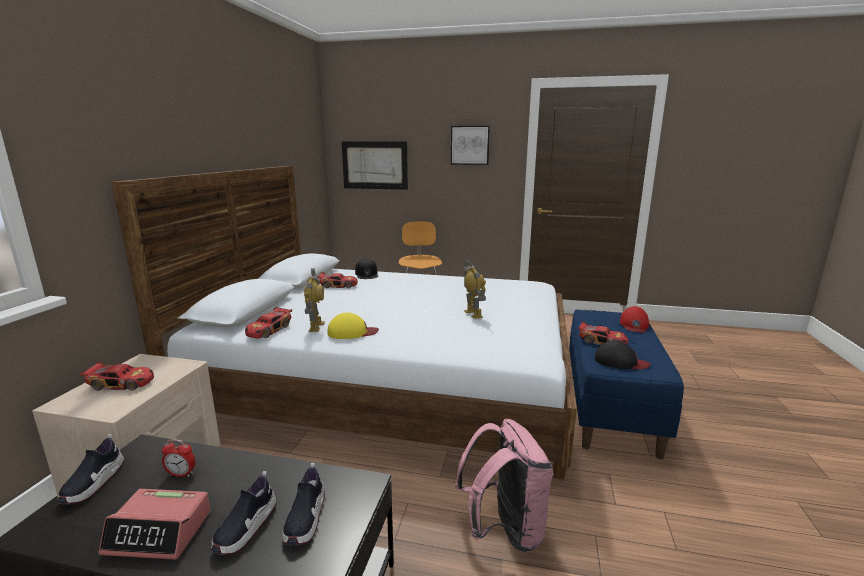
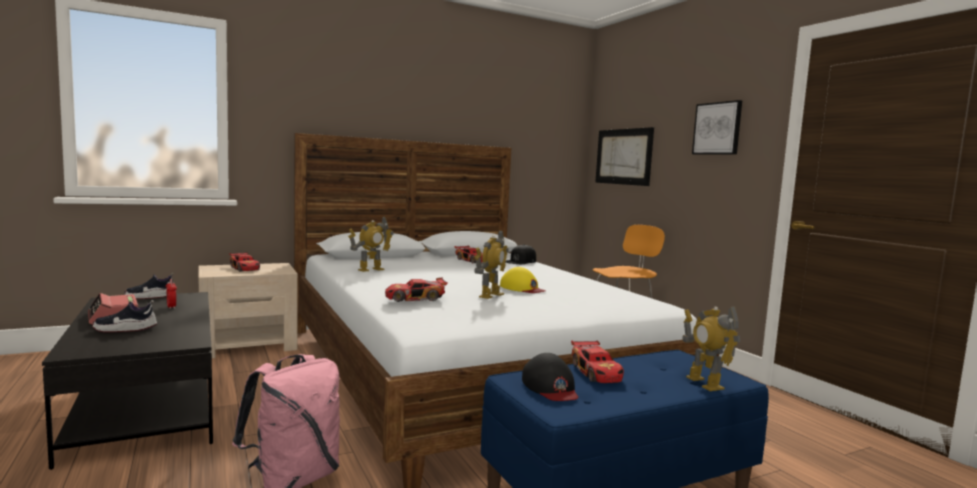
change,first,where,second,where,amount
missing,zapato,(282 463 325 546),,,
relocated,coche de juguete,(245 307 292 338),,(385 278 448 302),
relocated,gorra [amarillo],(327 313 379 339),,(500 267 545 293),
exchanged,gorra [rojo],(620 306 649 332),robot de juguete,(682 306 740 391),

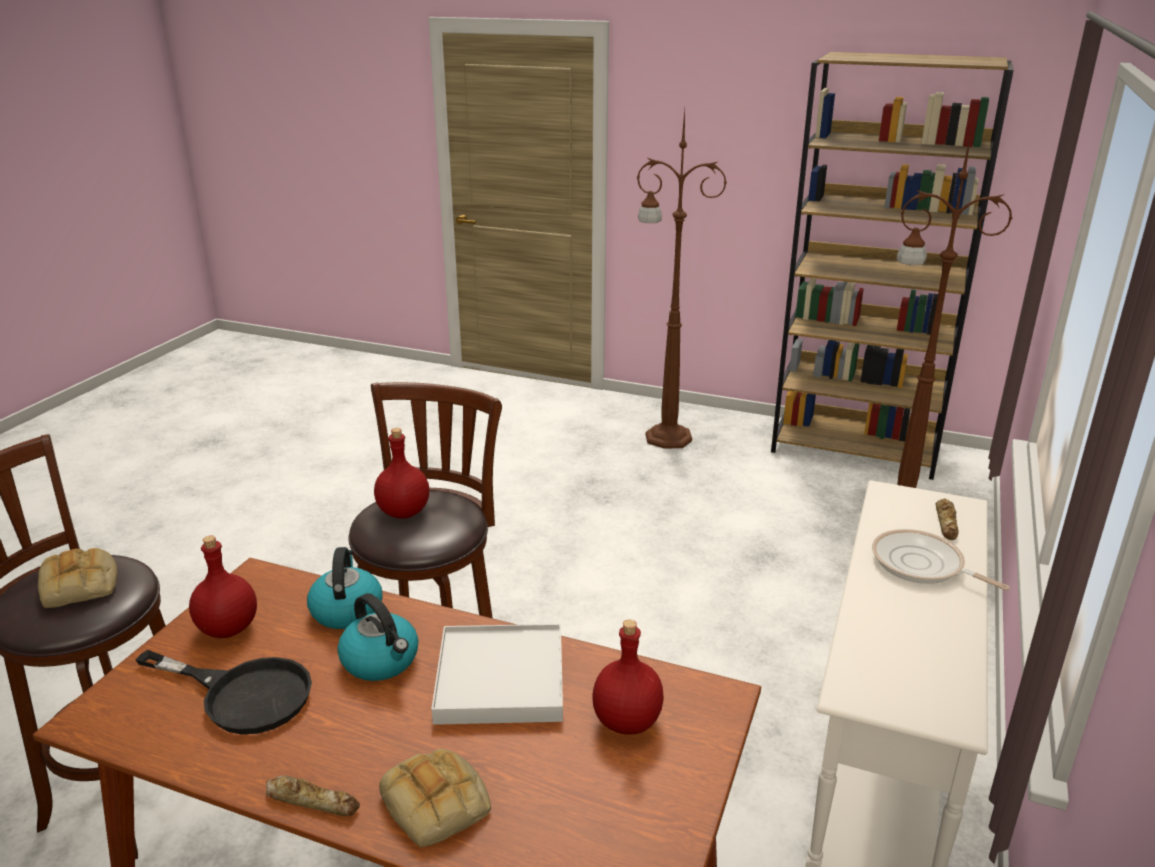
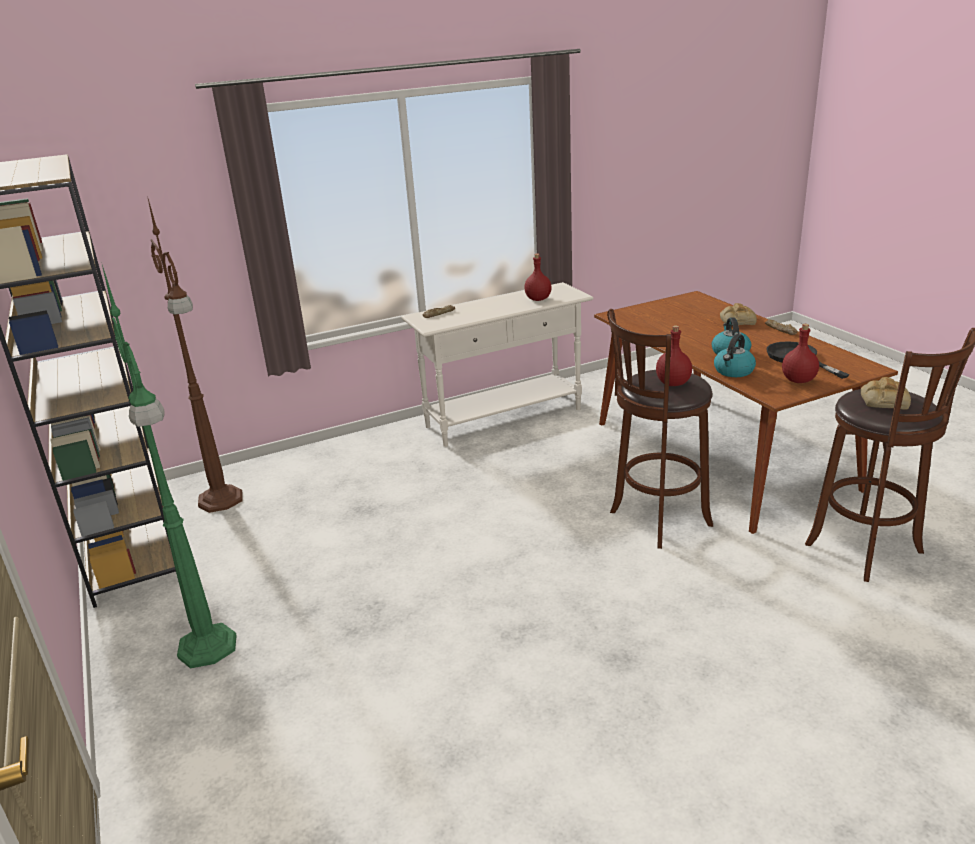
change,first,where,second,where,amount
missing,bandeja [blanco],(431 624 563 725),,,
missing,sartén,(872 529 1010 590),,,
relocated,botella [rojo],(592 620 664 735),,(524 254 552 301),
colour,lámpara de pie [marrón],(637 110 727 449),lámpara de pie [verde],(102 265 237 668),

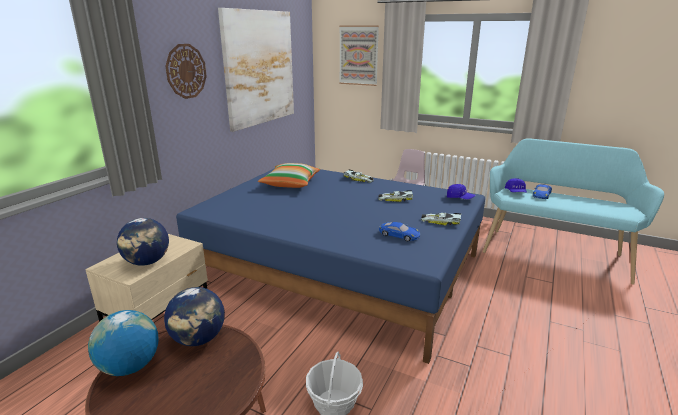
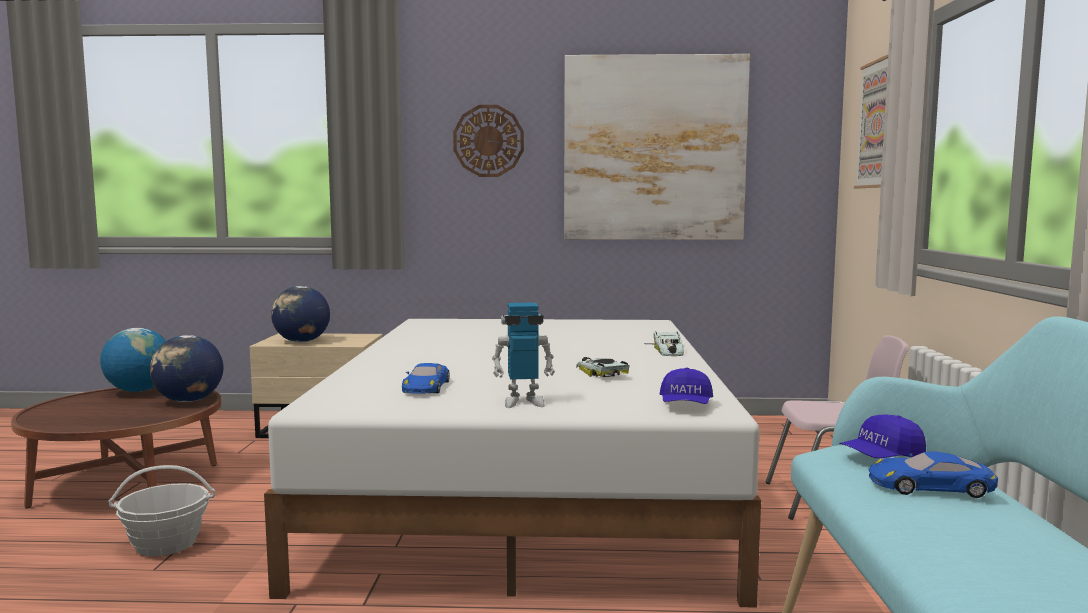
change,first,where,second,where,amount
missing,cojín,(258 163 320 188),,,
exchanged,coche de juguete,(421 213 461 226),robot de juguete,(492 303 555 408),
colour,cama [azul],(176 168 485 364),cama [blanco],(264 319 761 608),

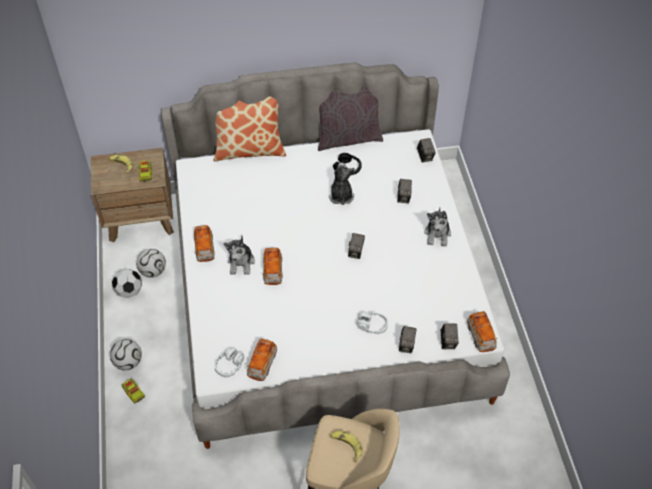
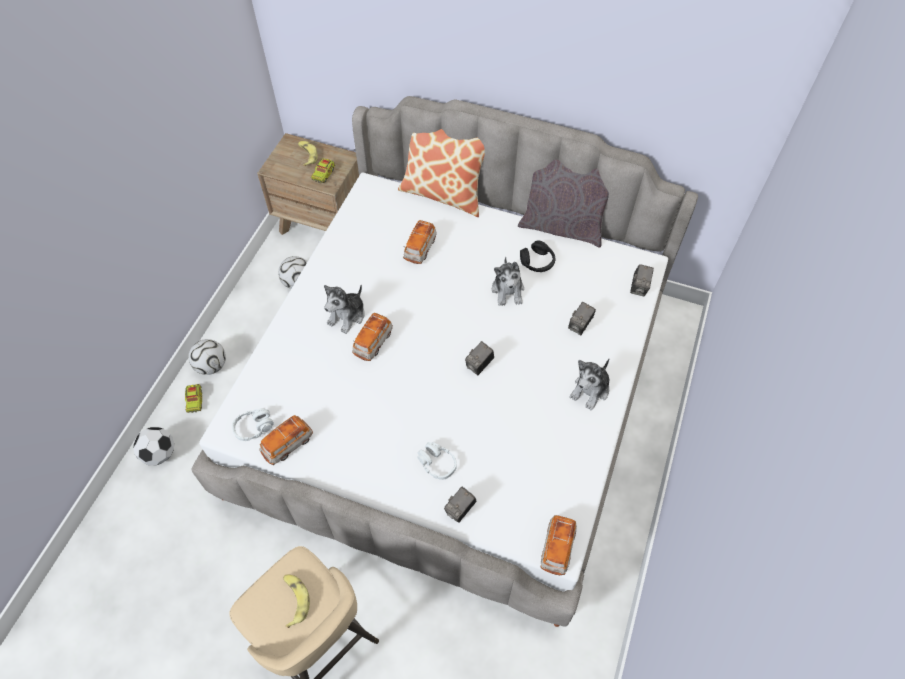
change,first,where,second,where,amount
missing,cámara,(440 323 459 350),,,
relocated,balón de fútbol,(112 269 142 298),,(133 427 174 465),
relocated,coche de juguete,(194 225 214 262),,(403 220 436 264),
spun,peluche,(329 163 355 205),,(492 257 524 306),150 degrees clockwise

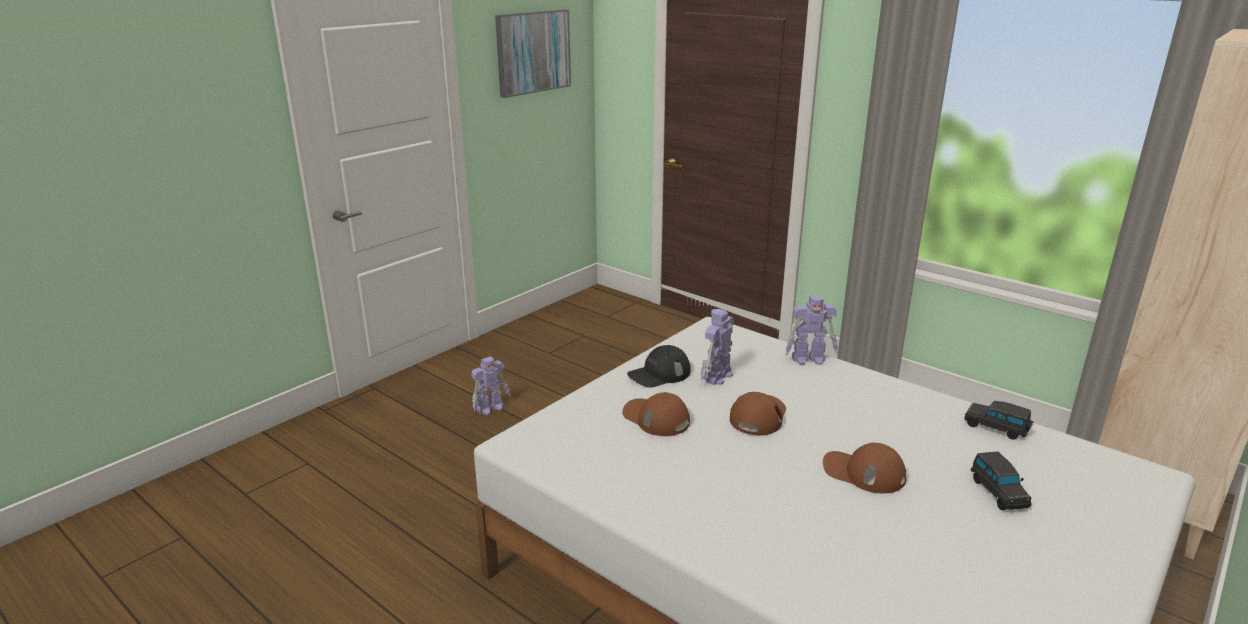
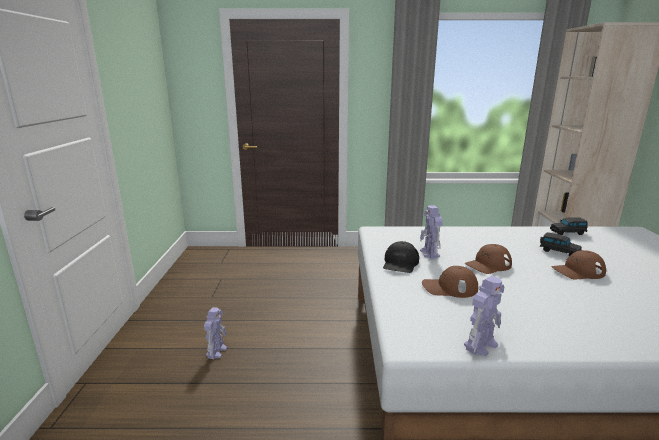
change,first,where,second,where,amount
missing,cuadro,(495 9 571 98),,,
relocated,robot de juguete,(785 296 838 365),,(464 276 505 356),
relocated,coche de juguete [negro],(970 451 1032 510),,(540 232 582 256),
spun,gorra [marrón],(730 392 786 436),,(465 244 512 274),105 degrees counterclockwise

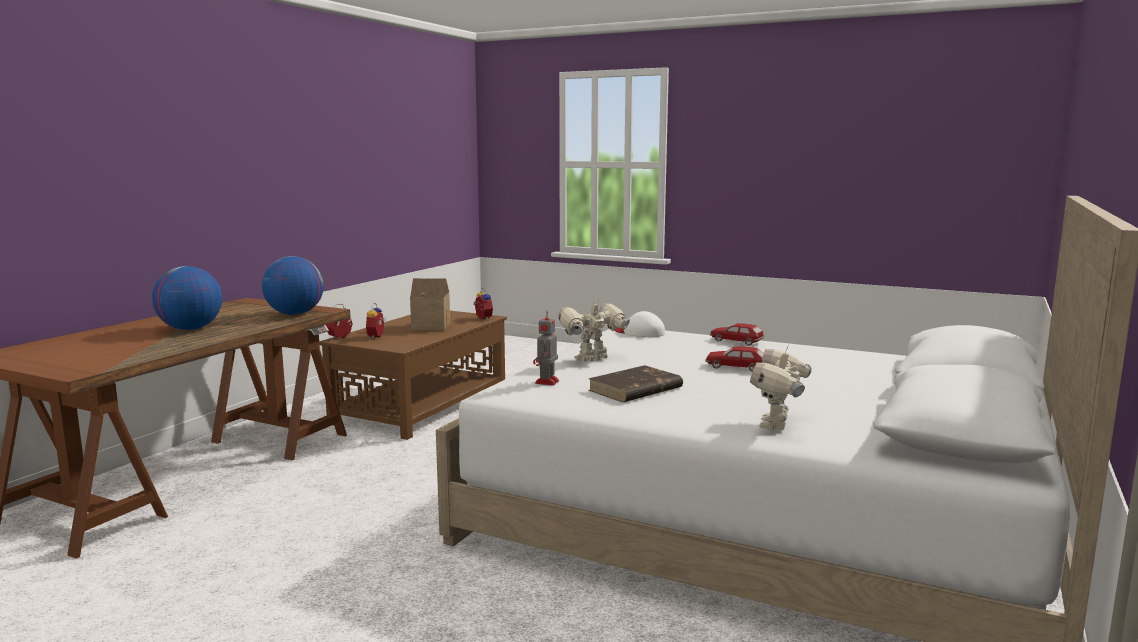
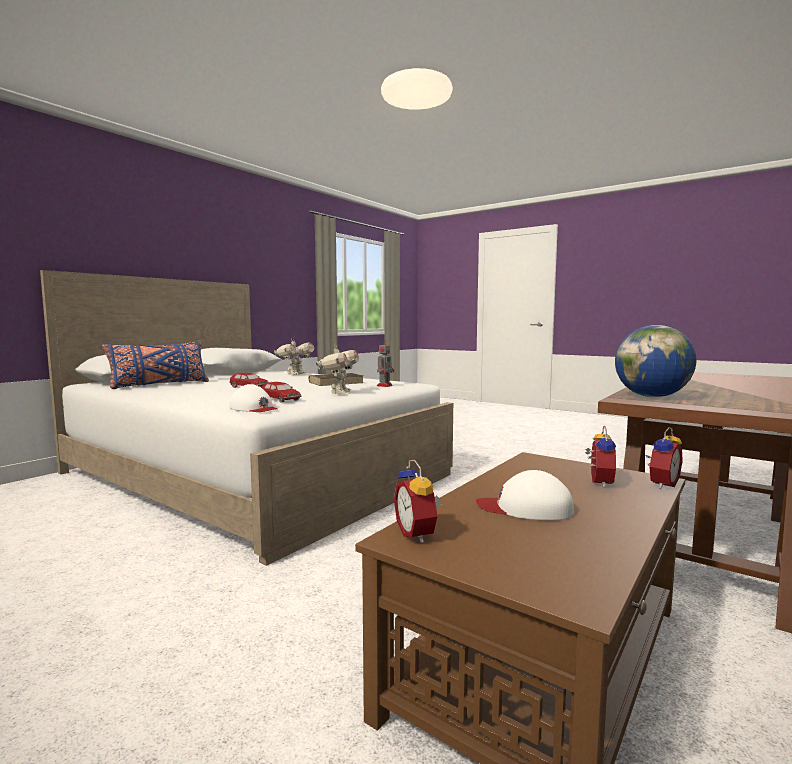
change,first,where,second,where,amount
missing,globo terráqueo,(152 266 222 330),,,
appeared,,,cojín [azul],(102 341 209 389),
relocated,coche de juguete,(709 323 765 346),,(261 382 302 403),
exchanged,casita,(410 278 450 331),gorra [blanco],(476 470 574 521),
spun,robot de juguete,(558 299 630 362),,(316 345 359 394),60 degrees counterclockwise

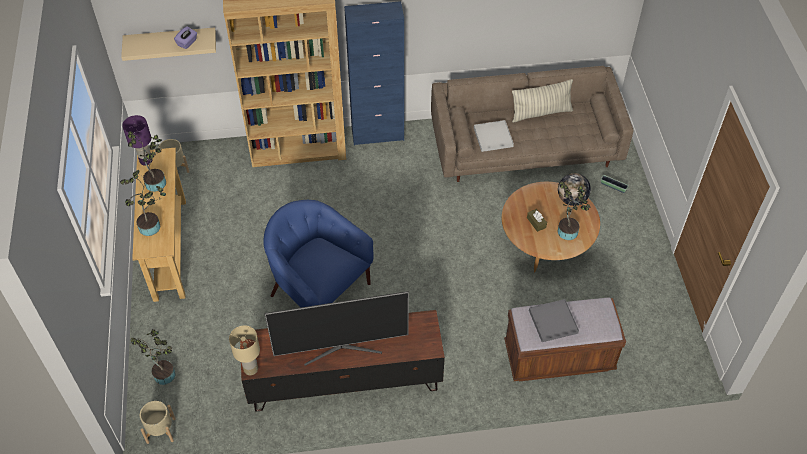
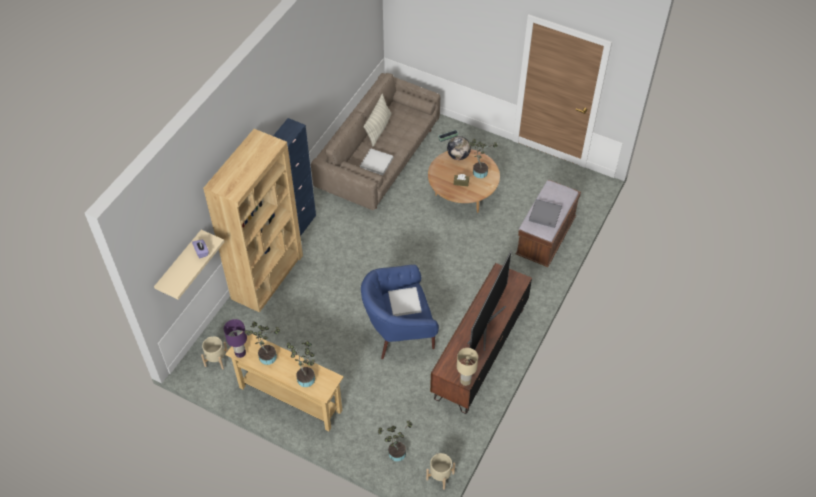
change,first,where,second,where,amount
appeared,,,bandeja [blanco],(388 287 421 316),

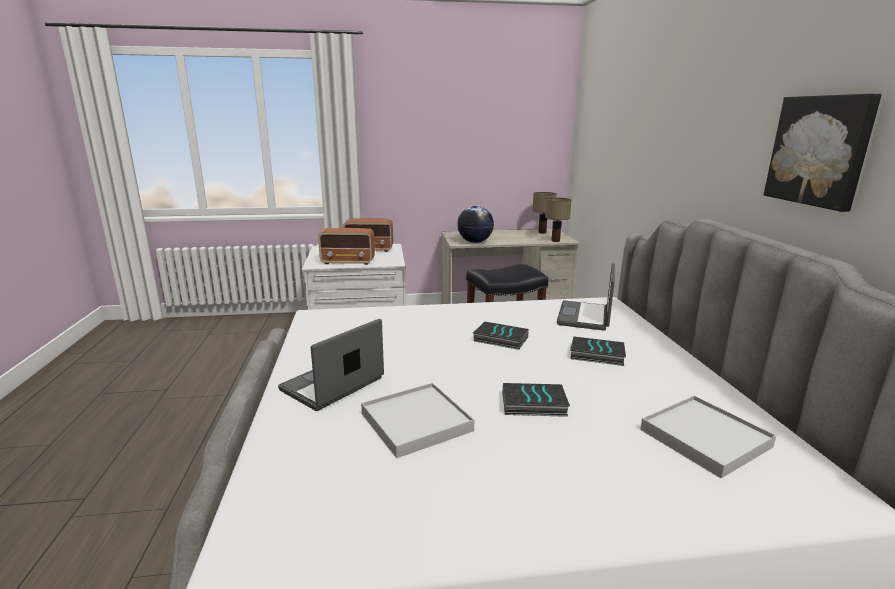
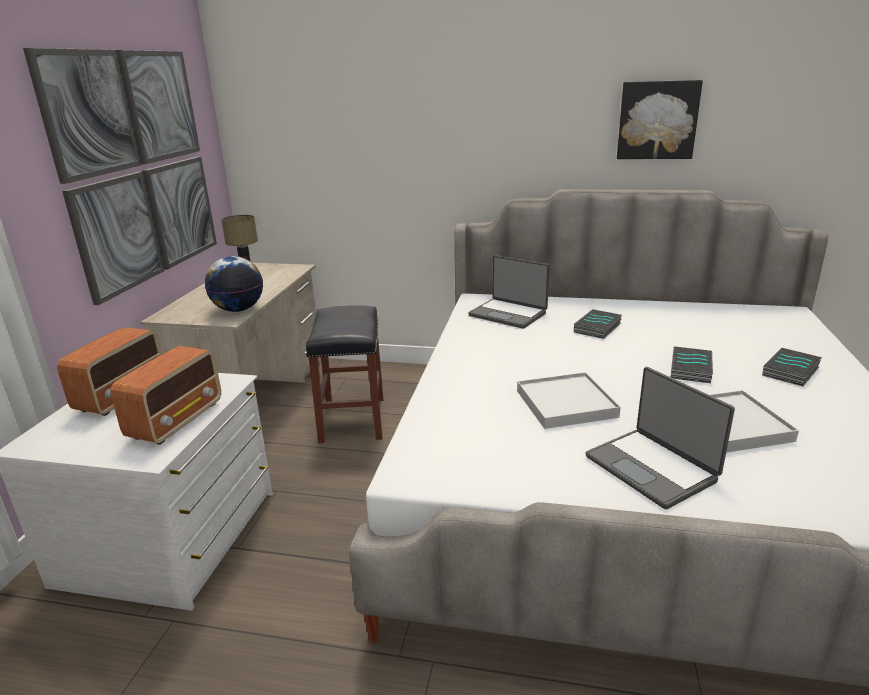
change,first,where,second,where,amount
missing,lámpara de mesa,(545 198 571 242),,,
appeared,,,cuadro,(23 48 217 305),
relocated,libro,(473 322 529 350),,(762 348 822 386),
relocated,bandeja [blanco],(640 395 776 478),,(517 372 621 429),

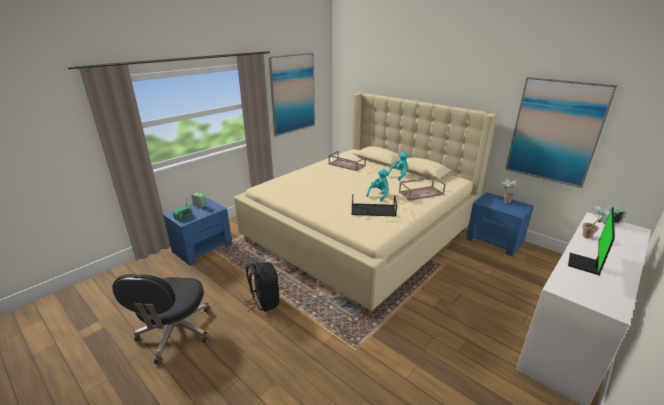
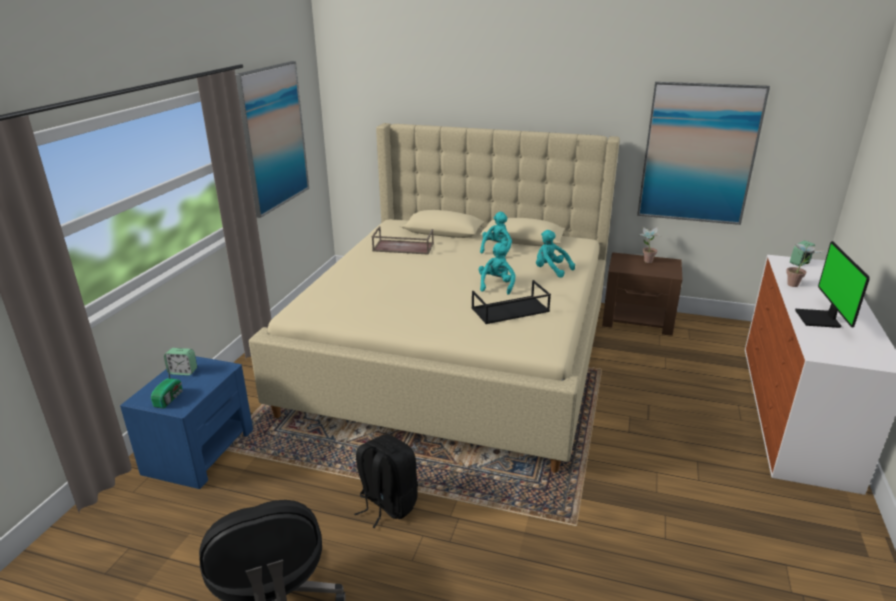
change,first,where,second,where,amount
exchanged,bandeja [marrón],(399 177 445 201),peluche [turquesa],(536 230 575 278),
colour,mesita de noche [azul],(466 192 534 256),mesita de noche [marrón],(602 252 683 336),

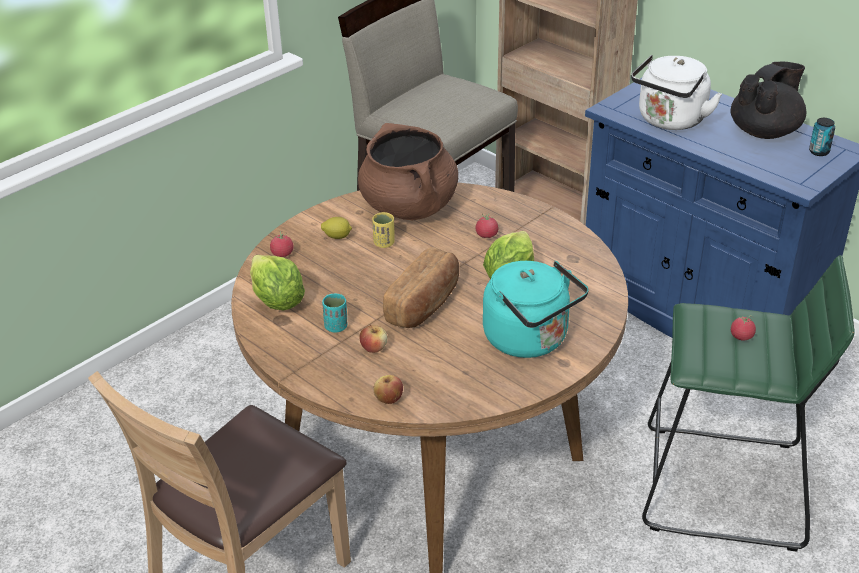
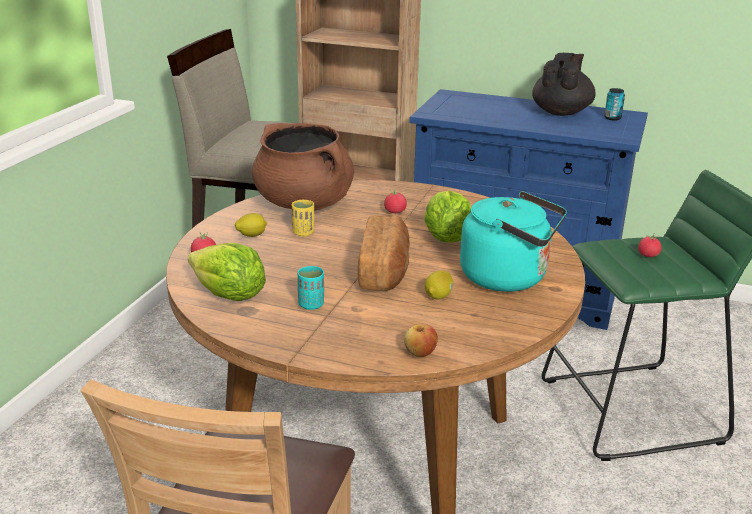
change,first,where,second,where,amount
missing,manzana,(360 325 388 353),,,
missing,hervidor [blanco],(631 55 722 130),,,
appeared,,,limón,(425 270 453 299),

